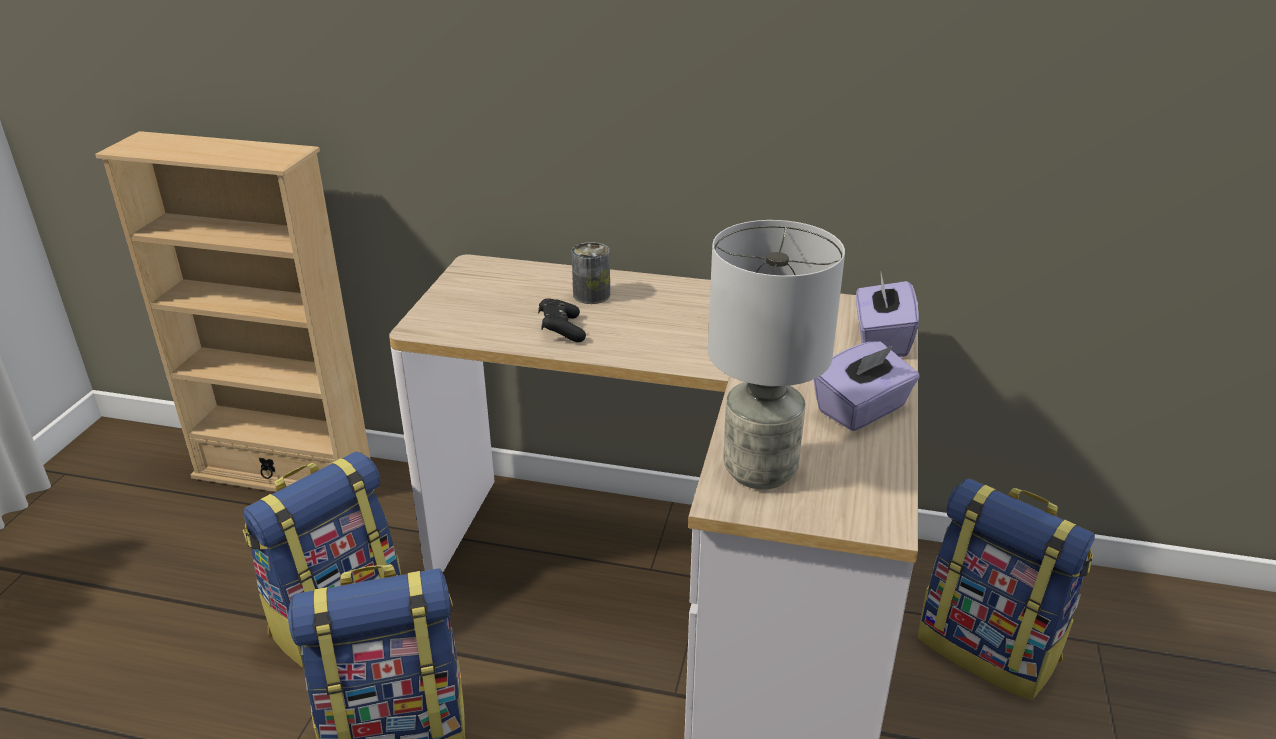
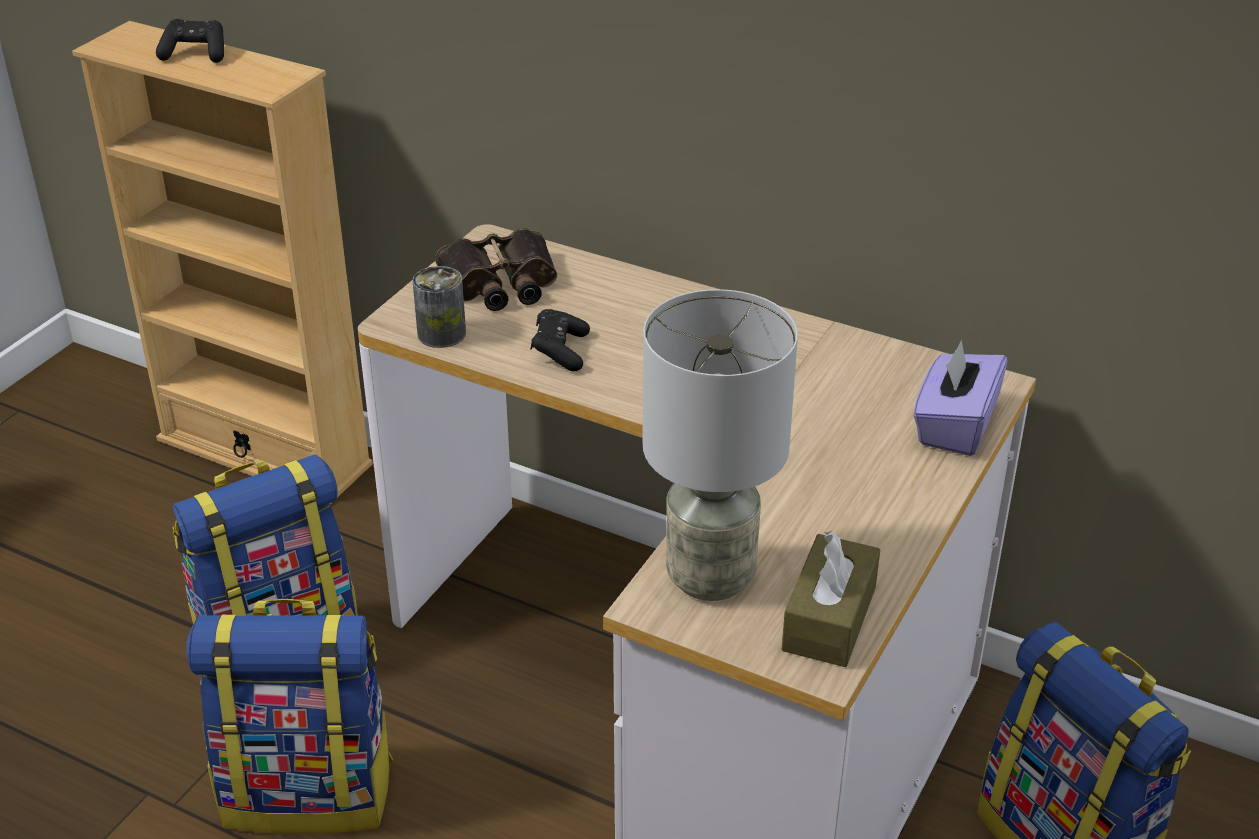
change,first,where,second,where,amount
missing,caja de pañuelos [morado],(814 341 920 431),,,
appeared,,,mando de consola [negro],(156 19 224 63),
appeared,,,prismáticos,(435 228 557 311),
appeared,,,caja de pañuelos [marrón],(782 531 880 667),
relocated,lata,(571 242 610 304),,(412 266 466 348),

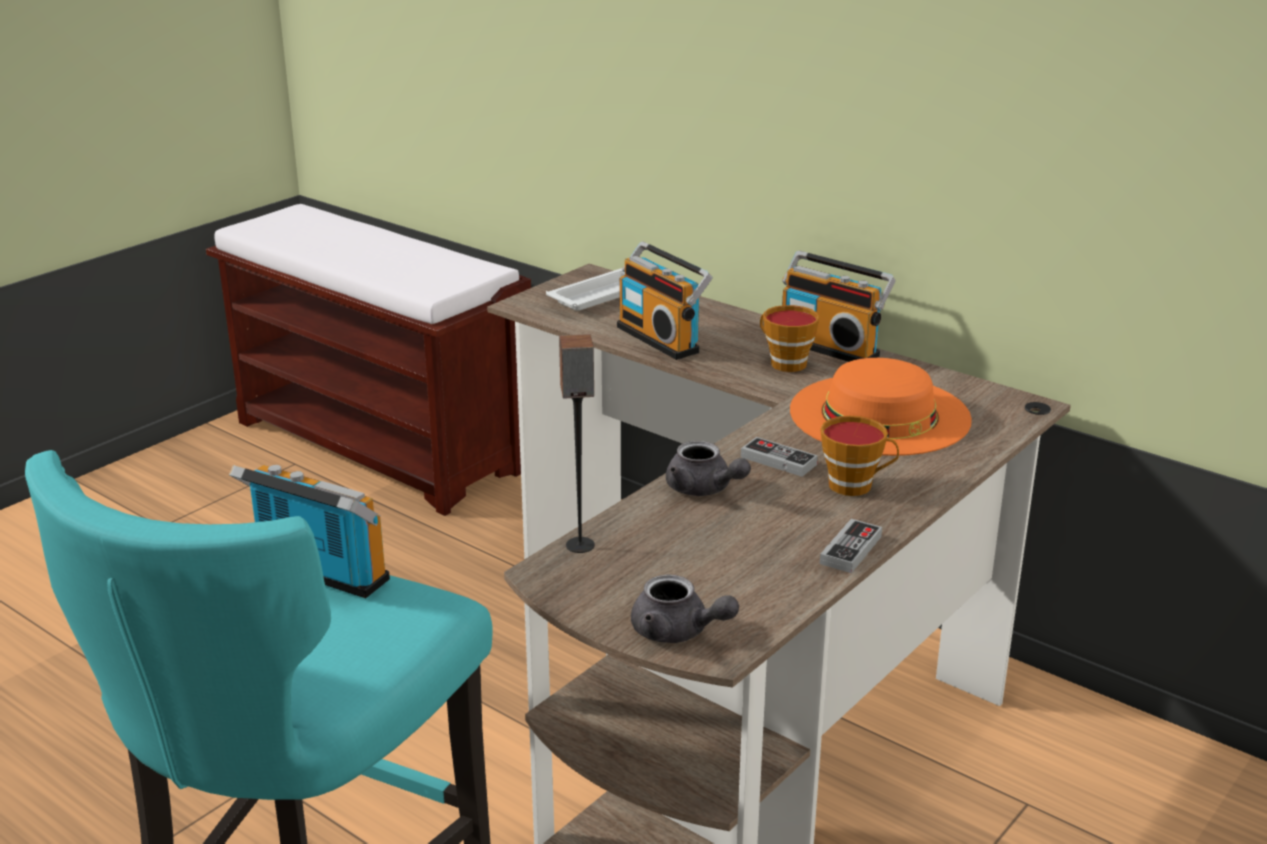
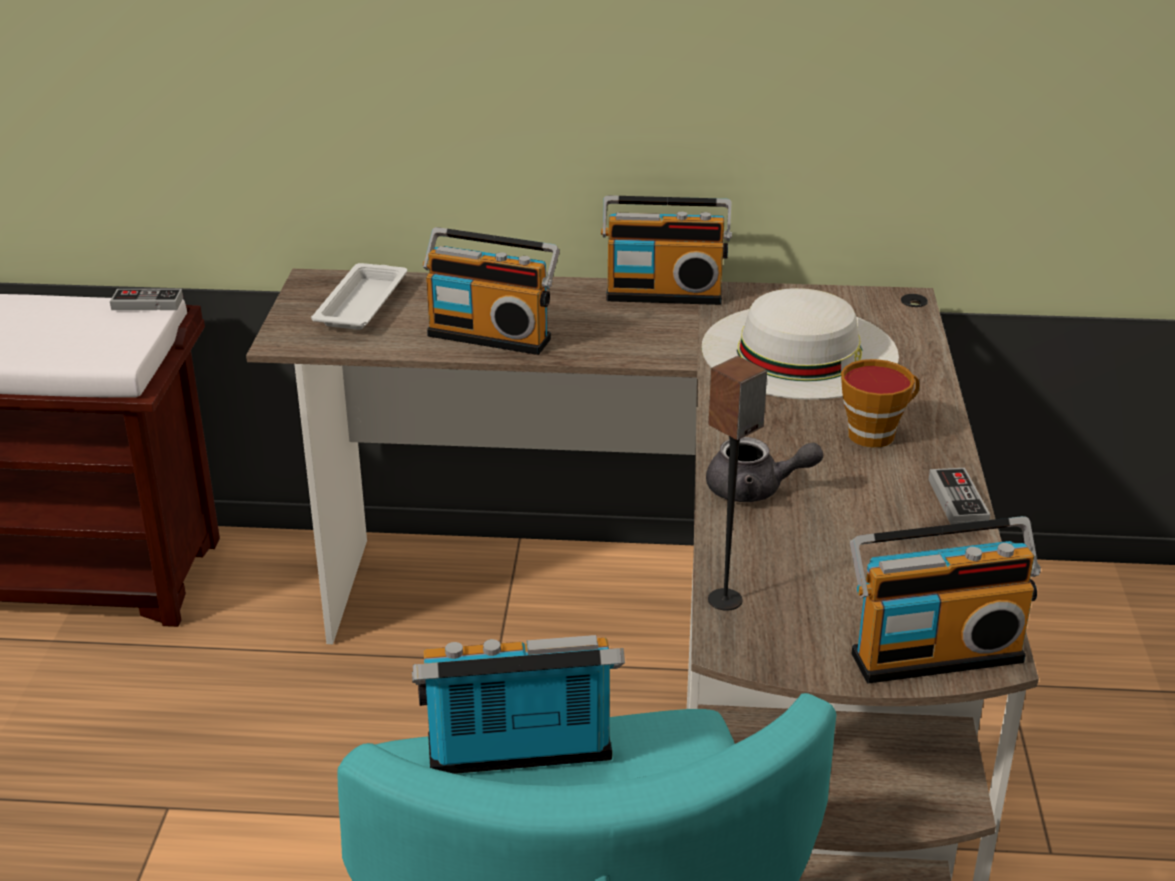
change,first,where,second,where,amount
missing,taza,(760 305 820 372),,,
relocated,mando de consola,(741 437 818 477),,(110 289 183 310),
exchanged,tetera [gris],(631 575 739 643),radio,(850 516 1041 684),
colour,sombrero [naranja],(790 358 972 456),sombrero [blanco],(702 288 899 400),

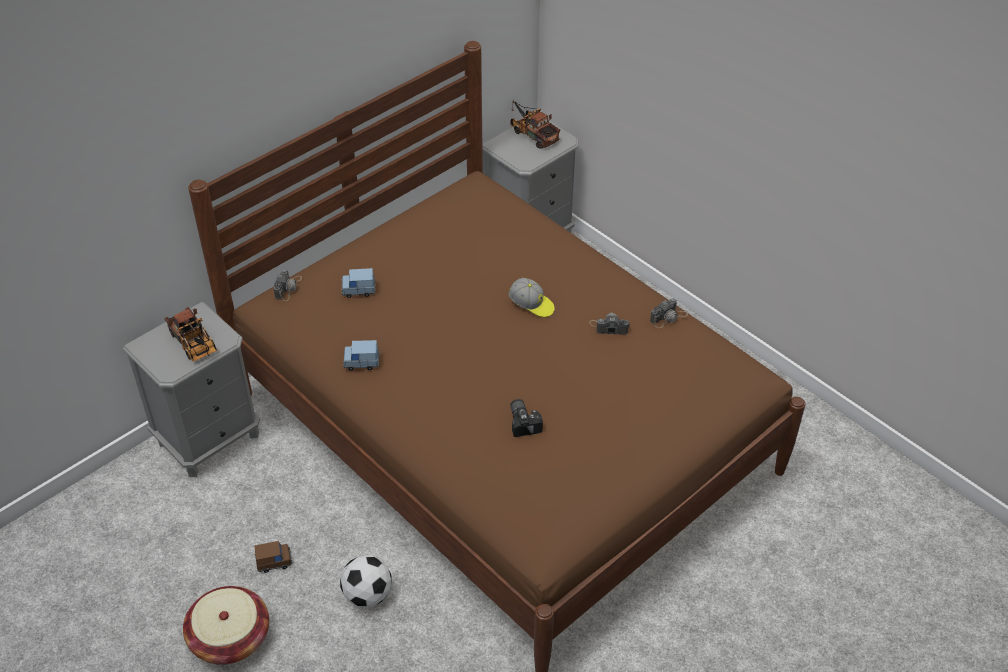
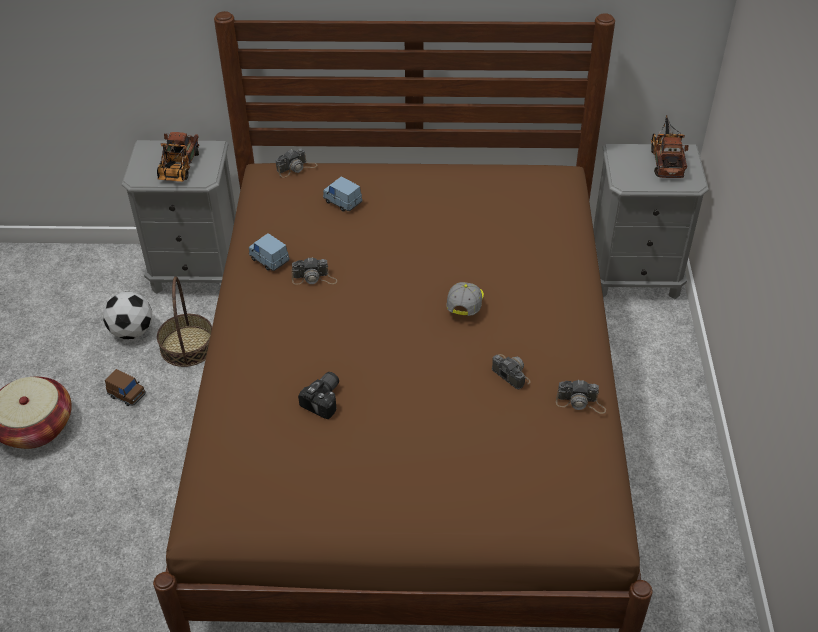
change,first,where,second,where,amount
appeared,,,cesta,(157 276 212 367),
appeared,,,cámara,(292 257 337 285),
relocated,balón de fútbol,(340 555 392 608),,(103 292 152 339),
spun,gorra,(509 278 555 317),,(446 282 484 316),150 degrees counterclockwise

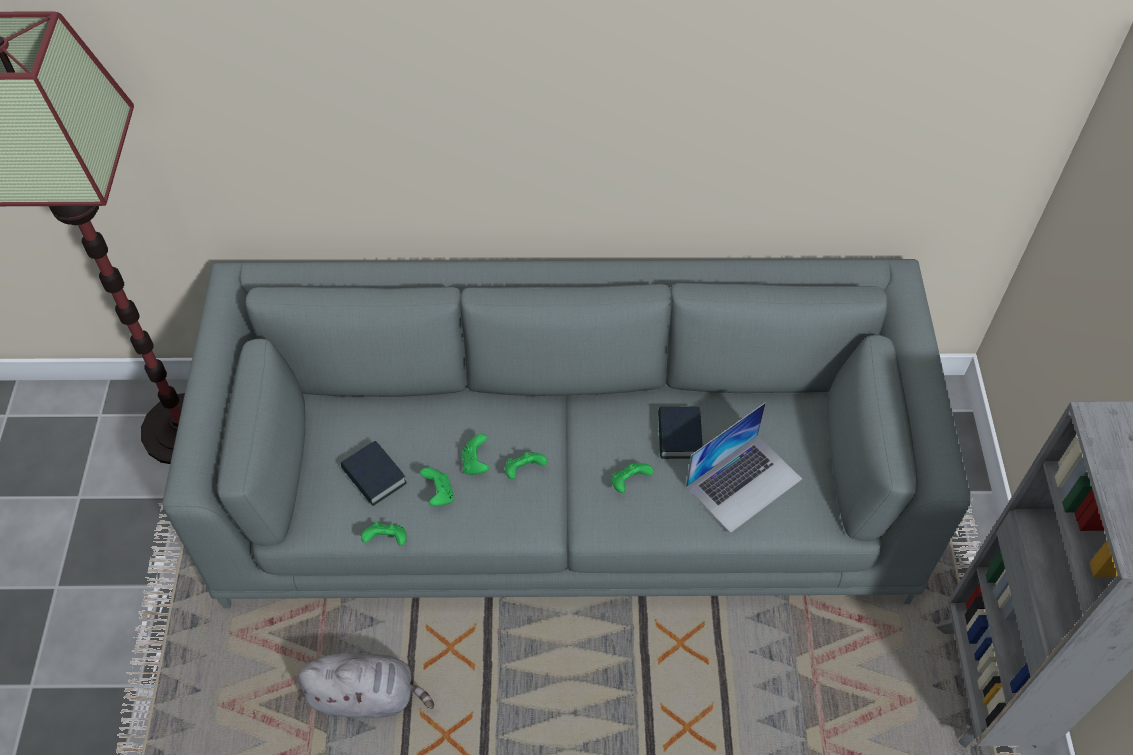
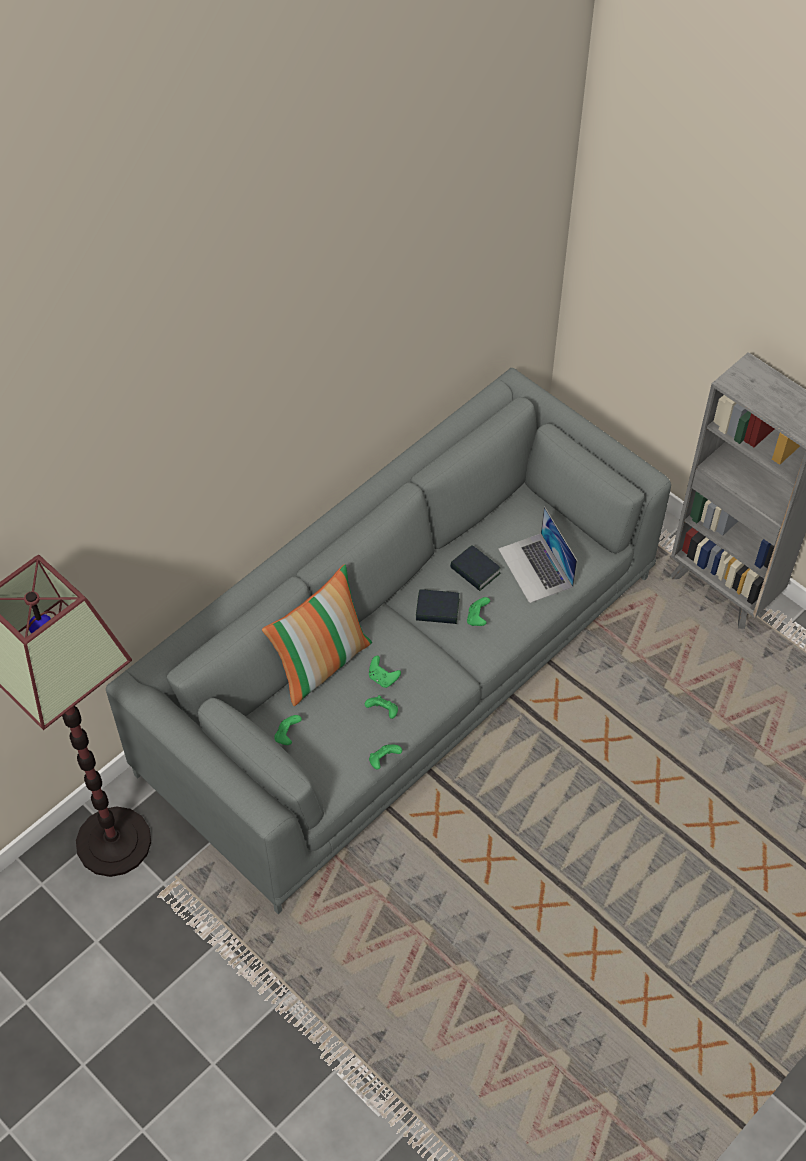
change,first,where,second,where,amount
missing,peluche [gris],(298 653 434 718),,,
appeared,,,cojín,(262 564 372 706),
relocated,libro,(341 441 407 506),,(416 590 459 624),
relocated,mando de consola [verde],(505 452 548 479),,(274 715 302 745),
spun,portátil,(686 403 802 533),,(498 506 577 603),150 degrees clockwise

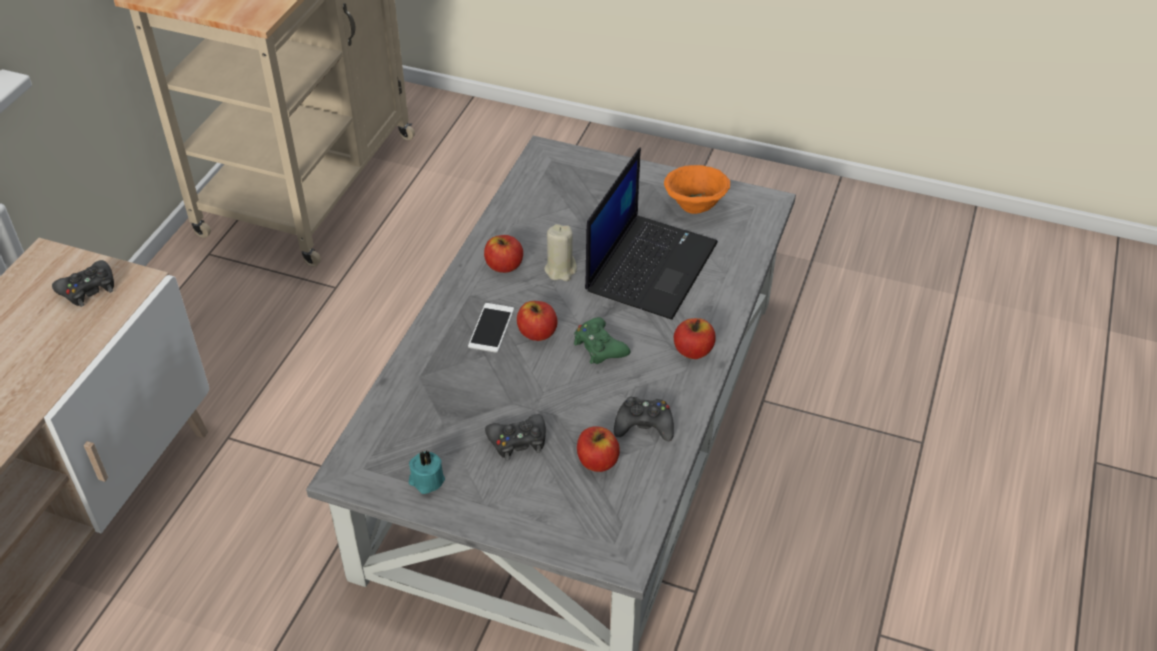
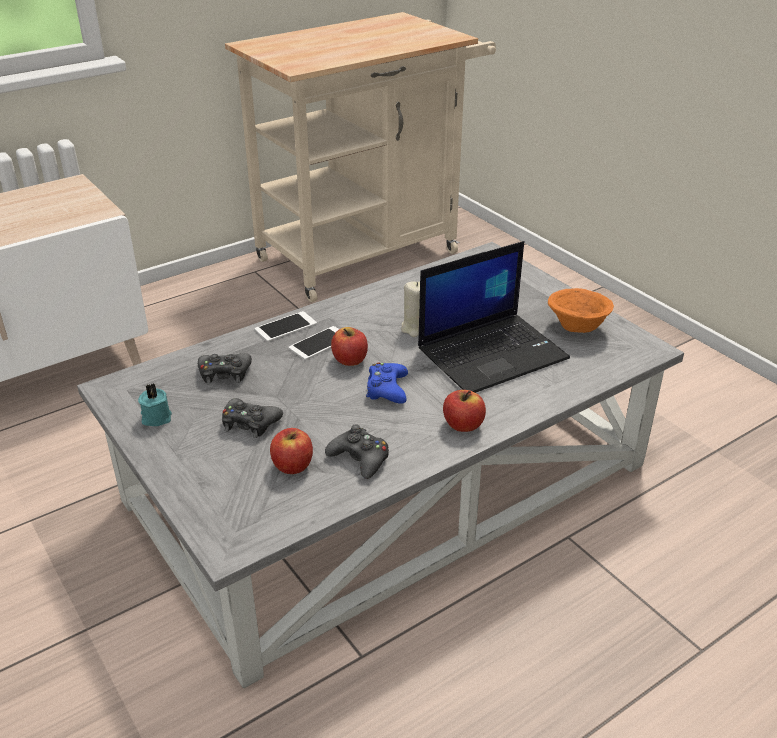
change,first,where,second,where,amount
missing,manzana,(484 235 523 273),,,
appeared,,,móvil,(255 311 317 342),
relocated,mando de consola [negro],(52 260 114 307),,(198 353 252 384),
colour,mando de consola [verde],(574 317 630 364),mando de consola [azul],(366 363 408 404),

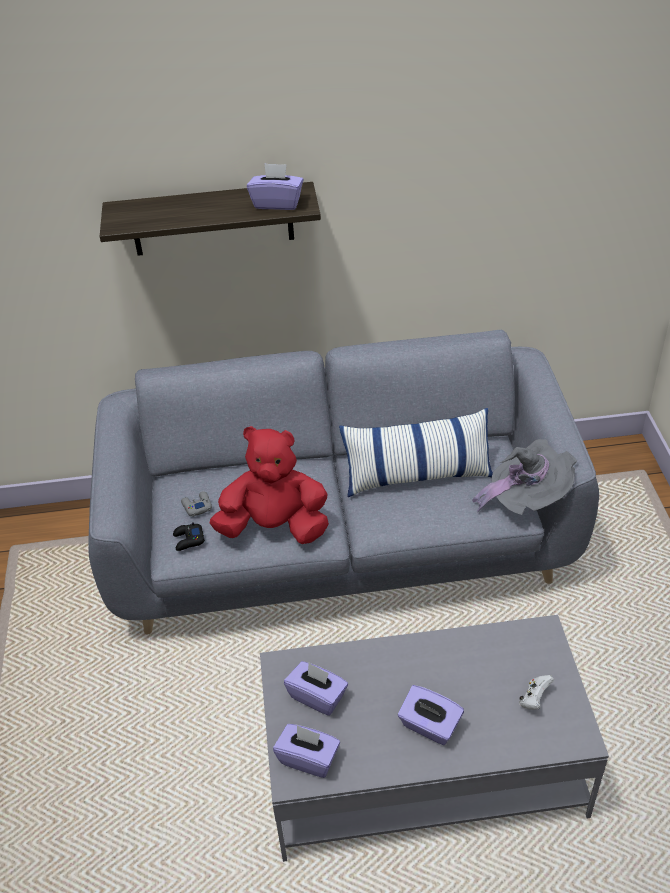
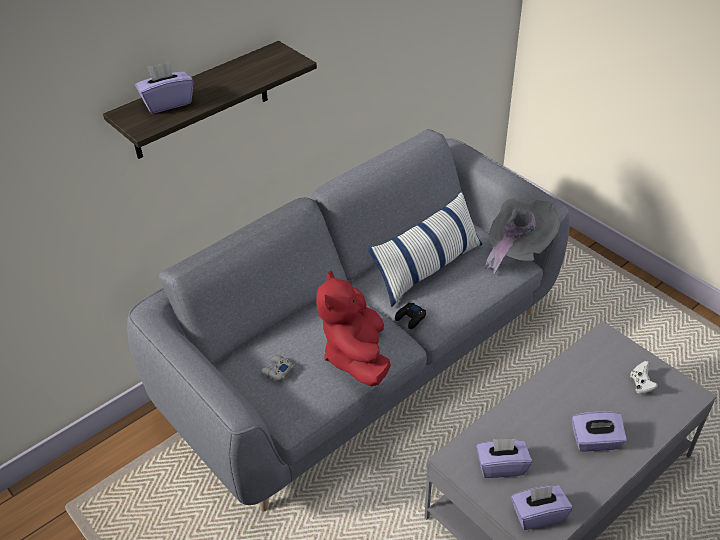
change,first,where,second,where,amount
relocated,mando de consola [negro],(173 522 205 551),,(395 302 426 329),
relocated,caja de pañuelos [morado],(247 163 304 210),,(135 62 193 114),
spun,peluche [rojo],(210 426 329 544),,(316 271 391 386),60 degrees counterclockwise

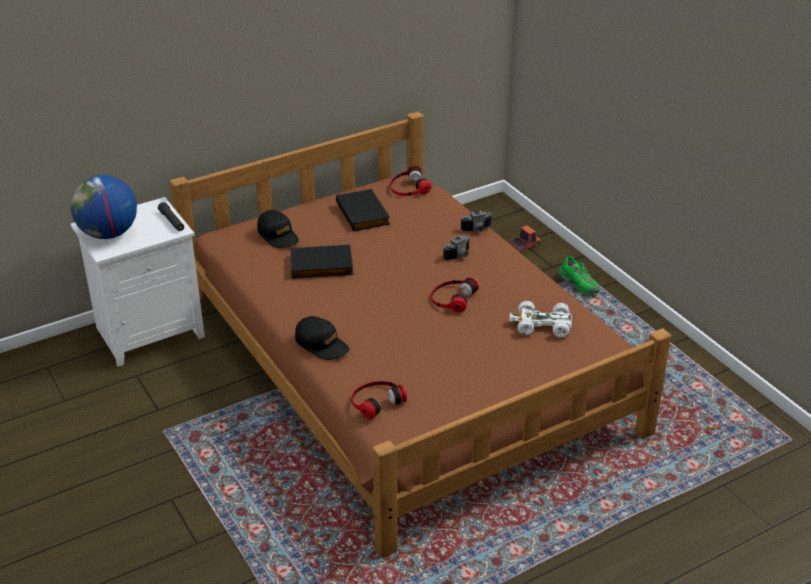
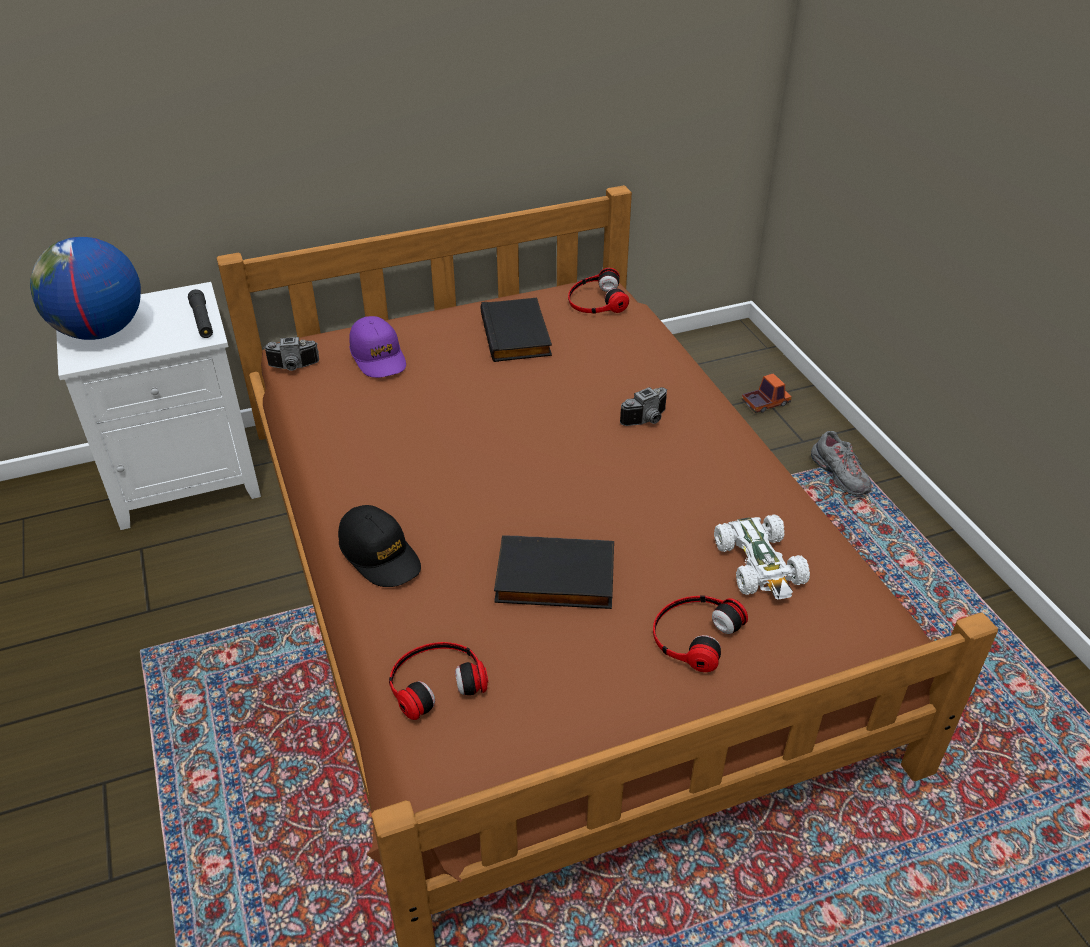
change,first,where,second,where,amount
relocated,libro [negro],(290 245 353 279),,(494 535 614 609),
relocated,auriculares,(431 277 479 312),,(653 595 748 672),
relocated,cámara,(460 210 492 232),,(263 337 319 371),
colour,gorra [negro],(257 210 299 248),gorra [morado],(349 316 406 378),
colour,zapato [verde],(559 257 599 295),zapato [gris],(811 431 872 495),
spun,coche de juguete [blanco],(510 301 572 338),,(714 514 810 600),120 degrees counterclockwise

